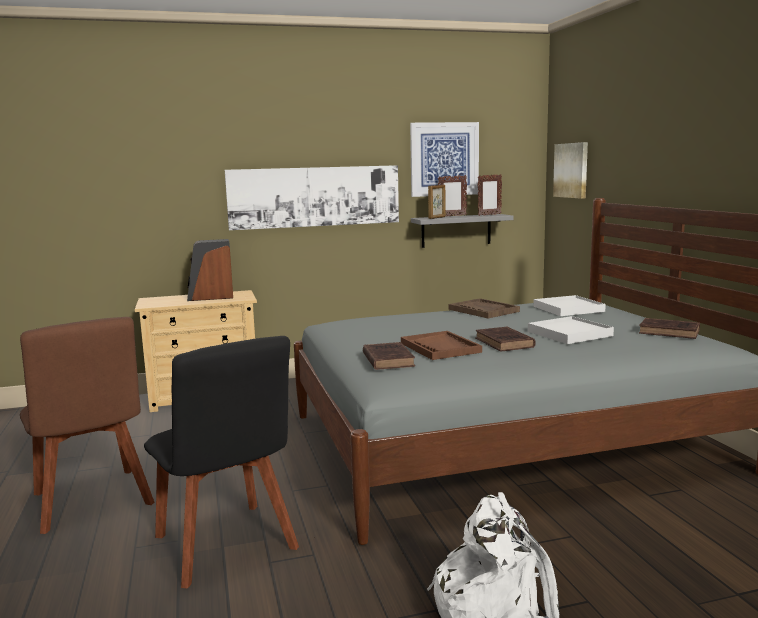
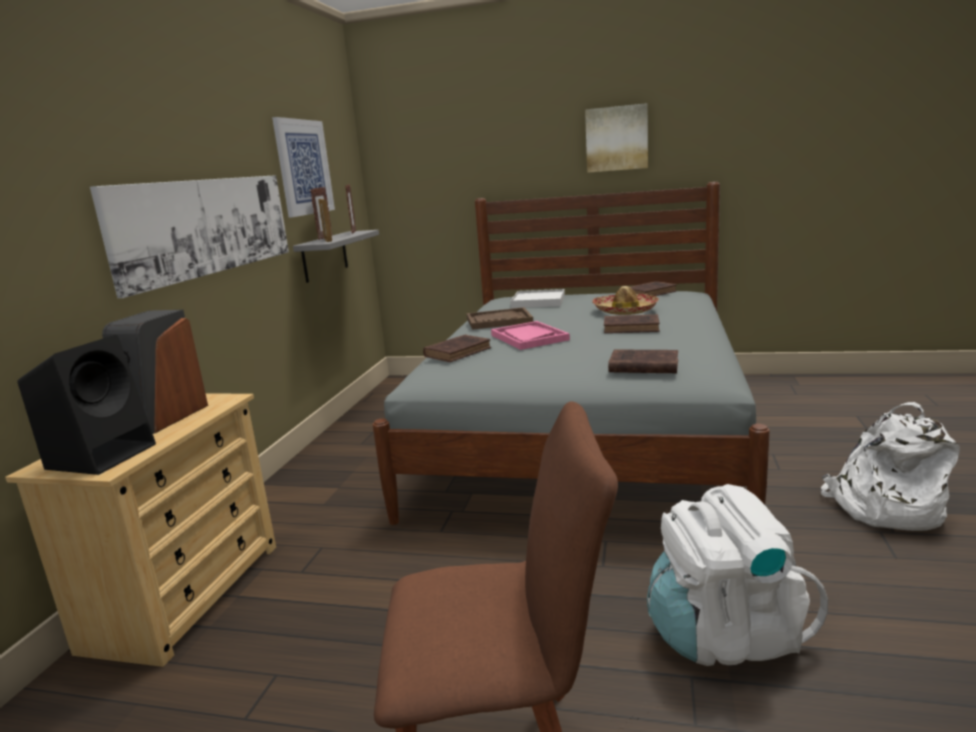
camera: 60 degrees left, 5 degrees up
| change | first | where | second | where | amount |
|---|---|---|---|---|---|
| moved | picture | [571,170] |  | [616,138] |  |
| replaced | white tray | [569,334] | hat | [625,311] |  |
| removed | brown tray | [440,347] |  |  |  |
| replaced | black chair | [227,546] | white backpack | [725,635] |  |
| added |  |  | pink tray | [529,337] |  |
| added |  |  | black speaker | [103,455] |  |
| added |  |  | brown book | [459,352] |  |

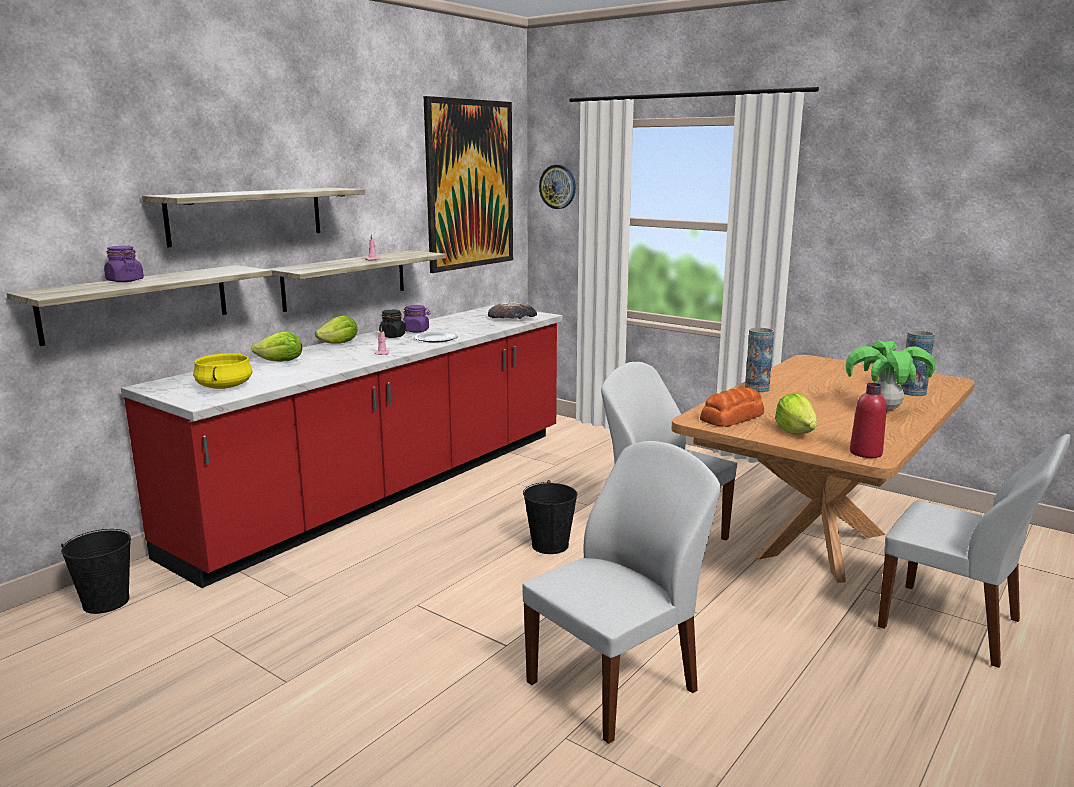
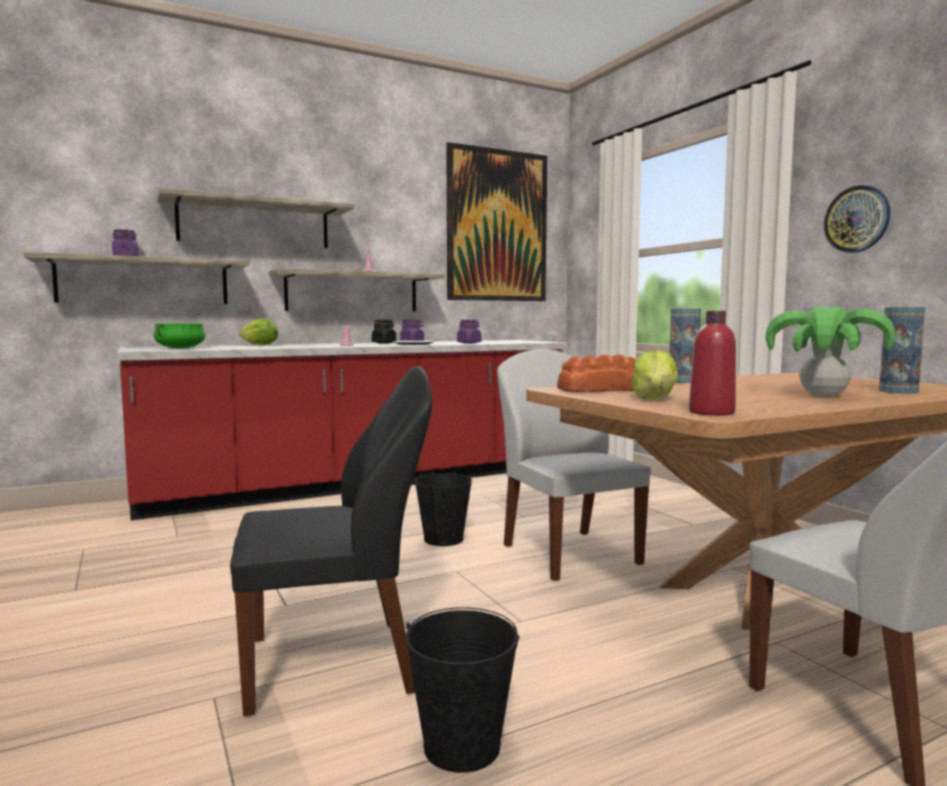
camera: 25 degrees right, 10 degrees down
| change | first | where | second | where | amount |
|---|---|---|---|---|---|
| moved | wall clock | [558,186] |  | [857,219] |  |
| removed | bread | [512,317] |  |  |  |
| removed | lettuce | [339,344] |  |  |  |
| recoloured | yellow cooking pot | [225,387] | green cooking pot | [180,348] |  |
| recoloured | white chair | [615,685] | black chair | [336,664] |  |
| moved | black bucket | [106,602] |  | [462,747] |  |
| added |  |  | purple jar | [469,343] |  |

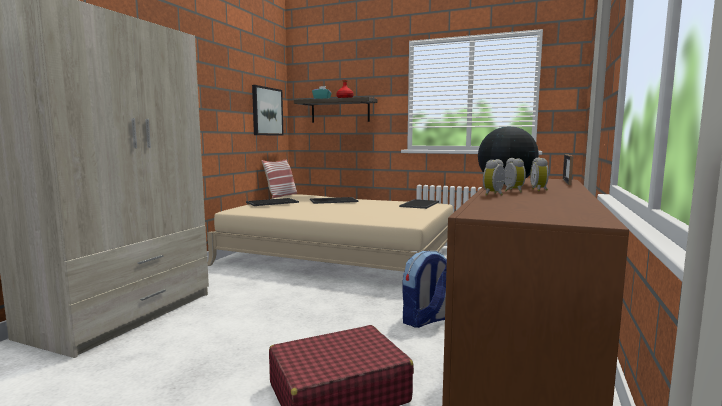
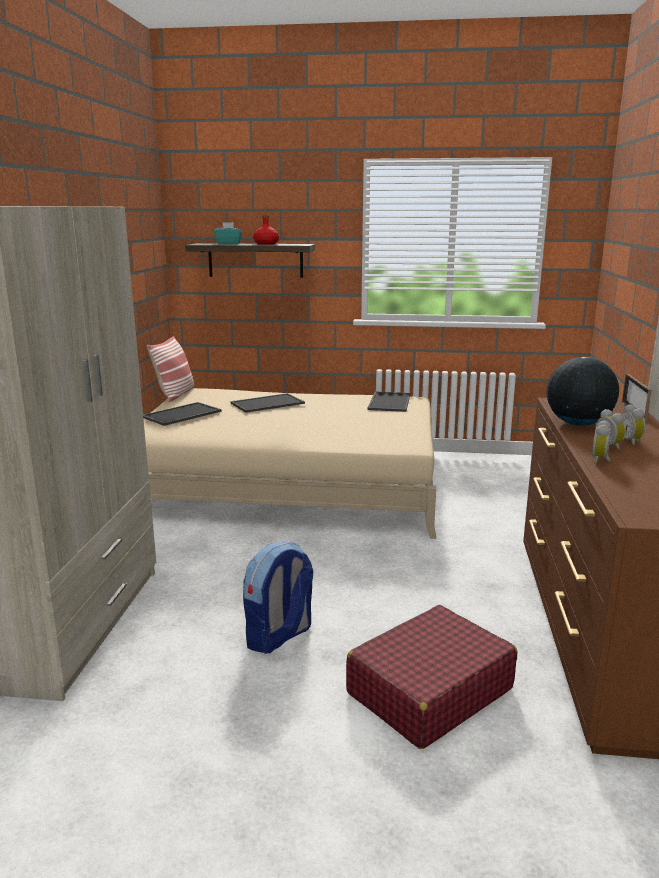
camera: 15 degrees left, 10 degrees up
| change | first | where | second | where | amount |
|---|---|---|---|---|---|
| removed | picture | [267,111] |  |  |  |
| moved | backpack | [426,320] |  | [279,637] |  |

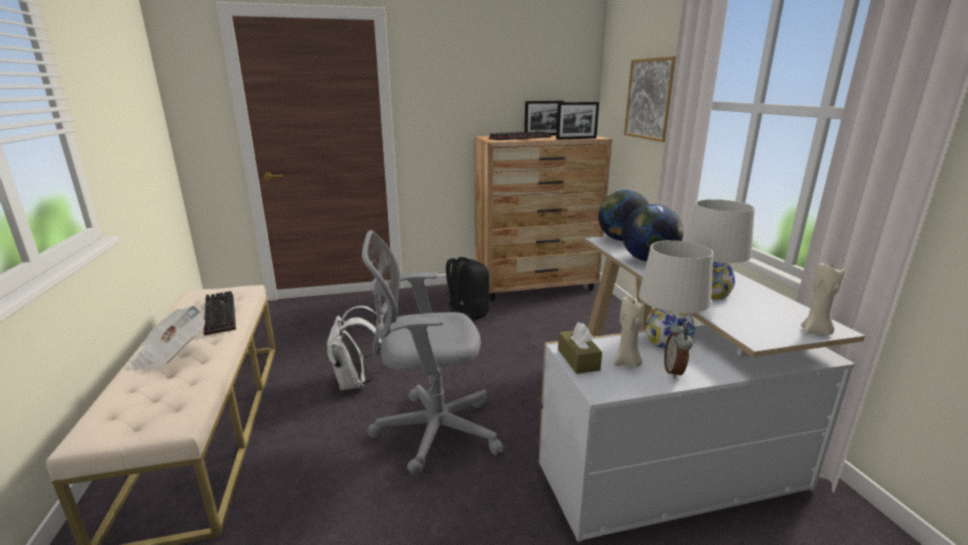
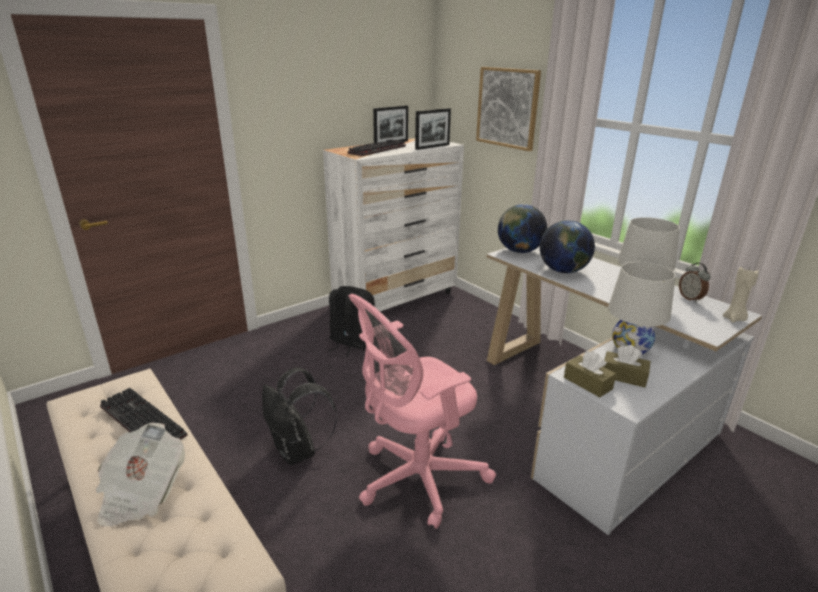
camera: 25 degrees left, 5 degrees up
| change | first | where | second | where | amount |
|---|---|---|---|---|---|
| recoloured | brown dresser | [536,286] | white dresser | [396,299] |  |
| recoloured | grey office chair | [431,431] | pink office chair | [416,479] |  |
| replaced | beige candle | [627,363] | brown tissue box | [623,376] |  |
| recoloured | white backpack | [355,382] | black backpack | [298,451] |  |
| moved | alarm clock | [674,372] |  | [690,298] |  |

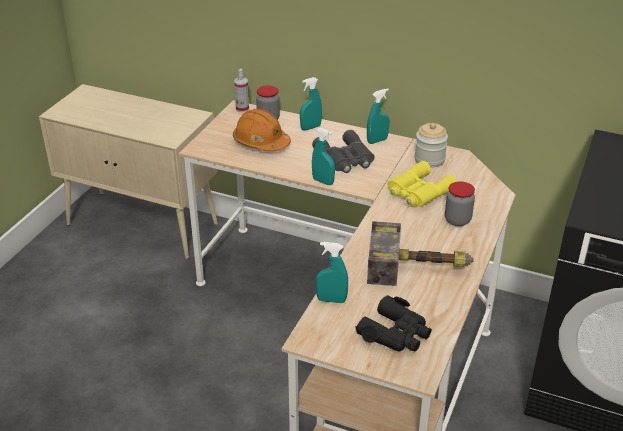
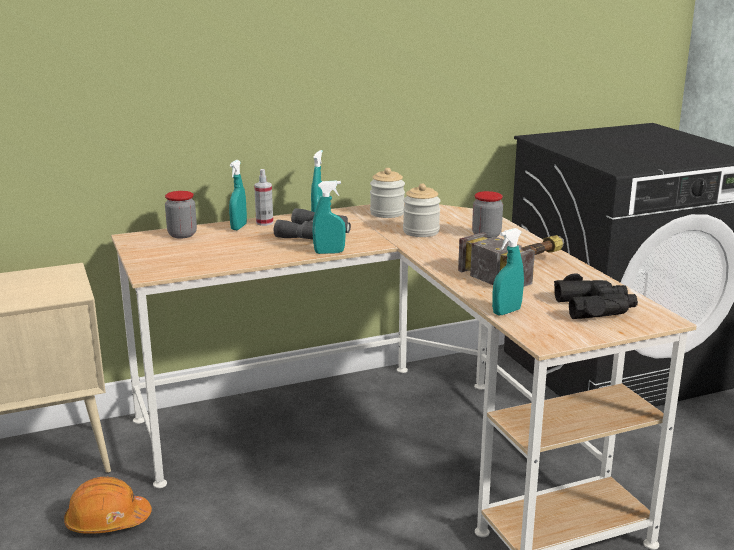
camera: 45 degrees left, 15 degrees down
| change | first | where | second | where | amount |
|---|---|---|---|---|---|
| moved | spray bottle | [242,109] |  | [264,223] |  |
| moved | orange hard hat | [261,142] |  | [107,521] |  |
| replaced | yellow binoculars | [417,192] | jar | [421,232] |  |

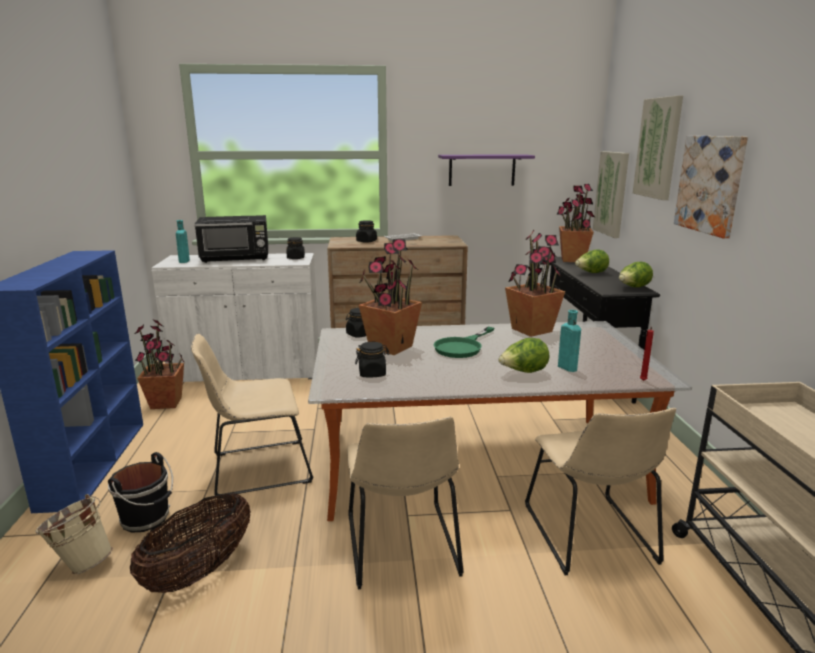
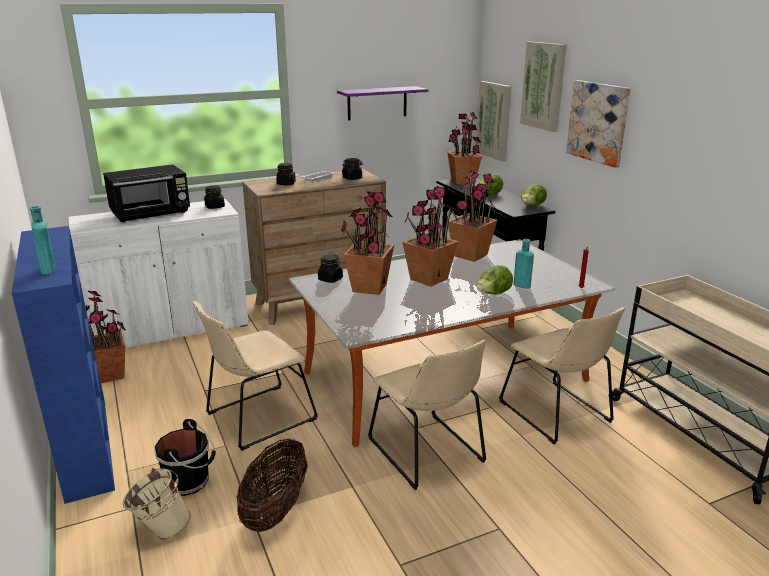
camera: 20 degrees left, 5 degrees up
| change | first | where | second | where | amount |
|---|---|---|---|---|---|
| moved | turquoise bottle | [184,261] |  | [48,270] |  |
| replaced | green frying pan | [462,347] | potted plant | [428,279] |  |
| moved | black jar | [372,373] |  | [352,178] |  |

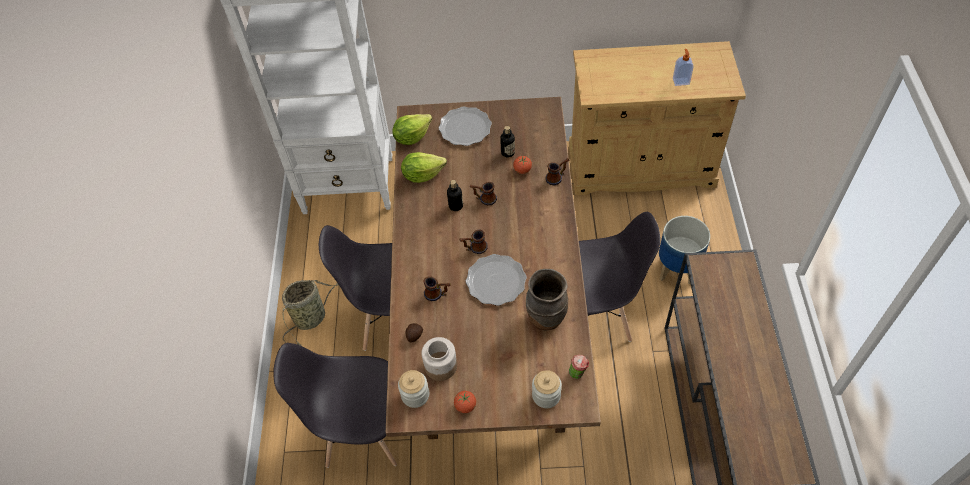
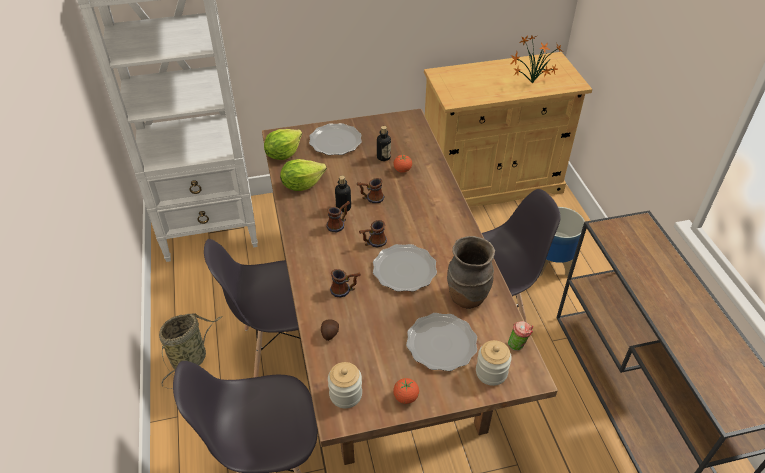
camera: 15 degrees left, 10 degrees down
| change | first | where | second | where | amount |
|---|---|---|---|---|---|
| replaced | soap dispenser | [680,81] | potted plant | [530,83] |  |
| moved | mug | [557,177] |  | [339,224] |  |
| removed | jar | [440,366] |  |  |  |
| added |  |  | plate | [441,343] |  |

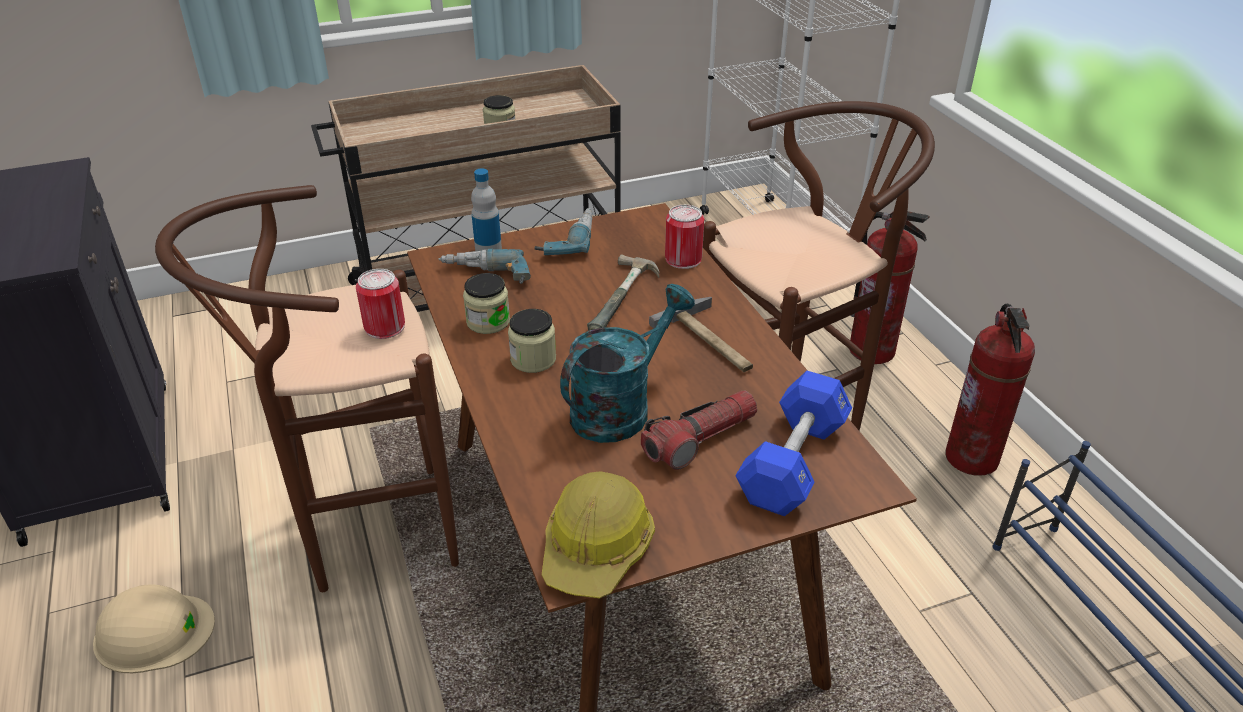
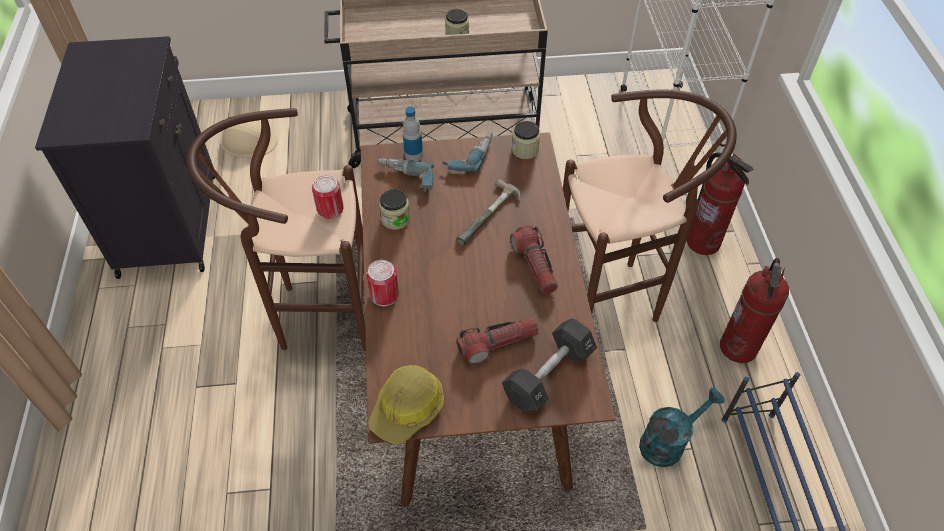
camera: 15 degrees right, 15 degrees up
| change | first | where | second | where | amount |
|---|---|---|---|---|---|
| moved | can | [683,259] |  | [384,295] |  |
| moved | turquoise watering can | [620,407] |  | [668,441] |  |
| replaced | hammer | [711,341] | flashlight | [534,265] |  |
| moved | jar | [533,359] |  | [525,150] |  |
| recoloured | blue dumbbell | [792,462] | black dumbbell | [548,374] |  |
| moved | beige hard hat | [153,632] |  | [248,141] |  |

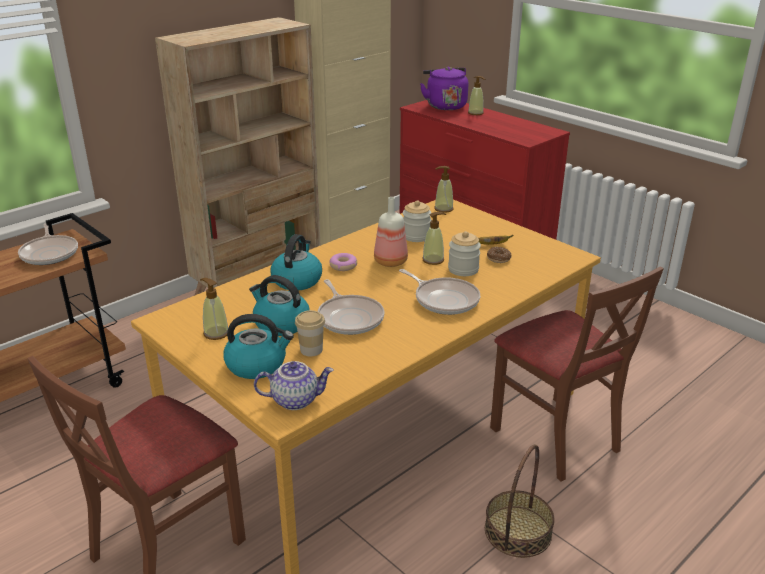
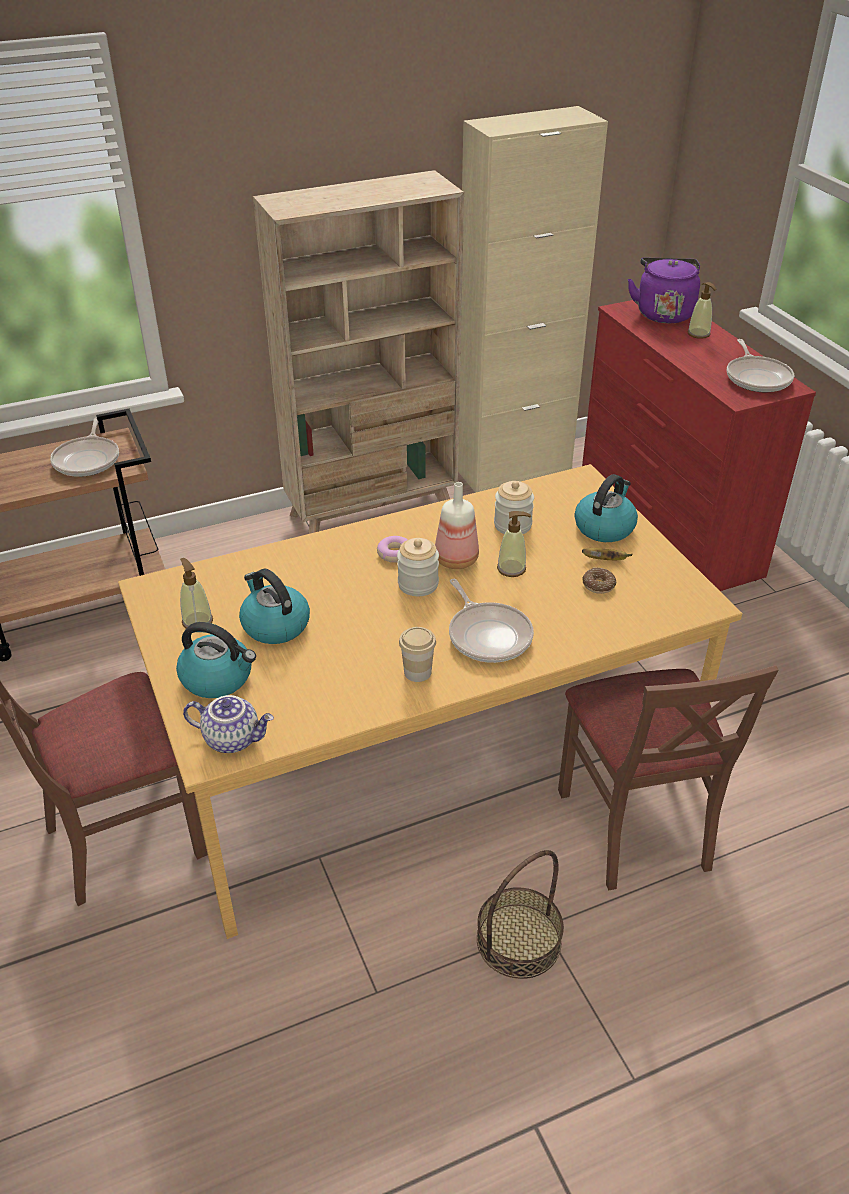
camera: 20 degrees right, 10 degrees up
| change | first | where | second | where | amount |
|---|---|---|---|---|---|
| removed | soap dispenser | [443,209] |  |  |  |
| moved | jar | [463,269] |  | [418,584] |  |
| moved | kettle | [297,280] |  | [604,527] |  |
| moved | frying pan | [349,318] |  | [757,378] |  |
| moved | cup | [311,350] |  | [417,672] |  |

